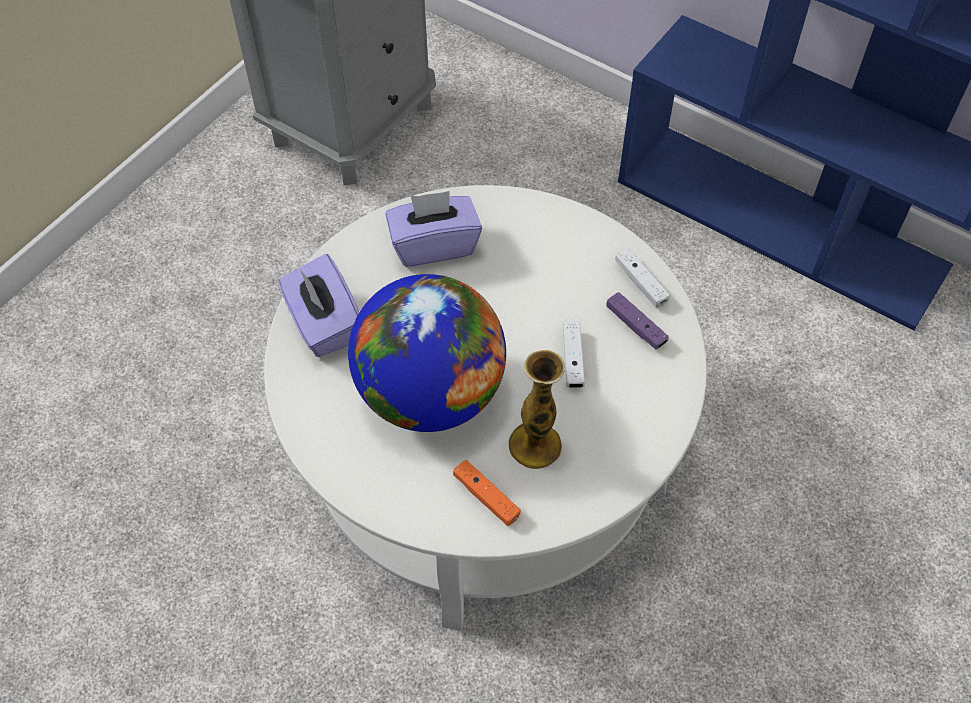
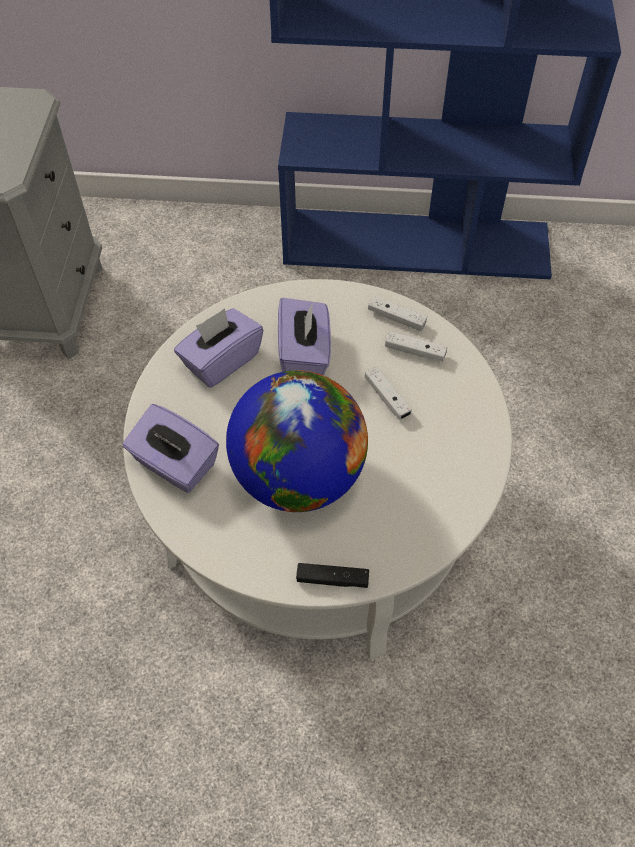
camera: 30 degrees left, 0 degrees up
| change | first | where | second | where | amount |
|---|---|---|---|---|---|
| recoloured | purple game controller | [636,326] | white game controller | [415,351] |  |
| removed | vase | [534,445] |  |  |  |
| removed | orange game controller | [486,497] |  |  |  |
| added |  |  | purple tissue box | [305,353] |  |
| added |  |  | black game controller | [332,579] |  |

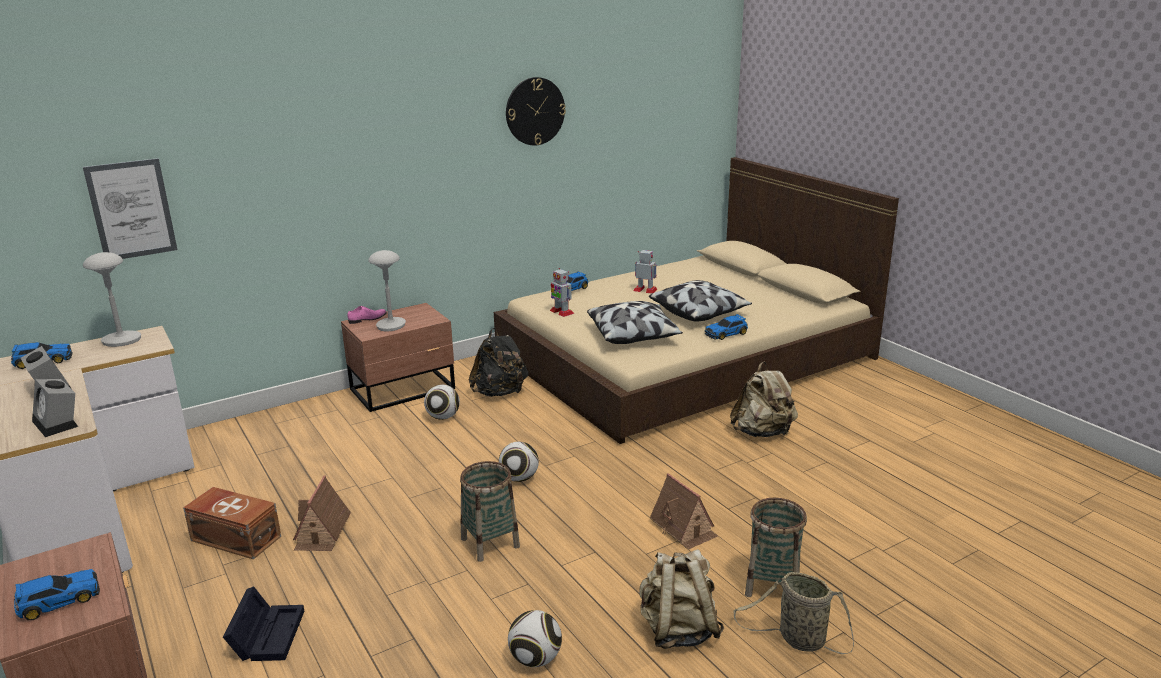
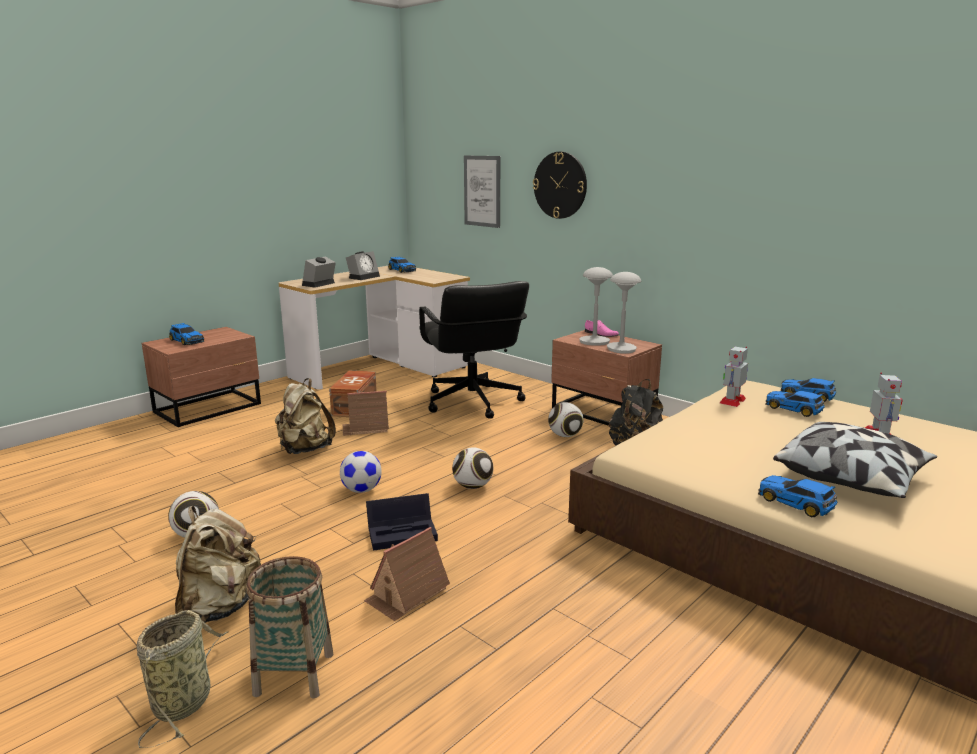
camera: 75 degrees right, 5 degrees down
| change | first | where | second | where | amount |
|---|---|---|---|---|---|
| moved | wall clock | [535,111] |  | [560,185] |  |
| moved | grey table lamp | [122,340] |  | [621,349] |  |
| removed | pillow | [633,335] |  |  |  |
| moved | beige backpack | [762,432] |  | [304,449] |  |
| replaced | basket | [490,542] | football | [361,490] |  |
| moved | black storage box | [267,633] |  | [403,532] |  |
| added |  |  | black office chair | [472,402] |  |
| added |  |  | toy car | [794,409] |  |

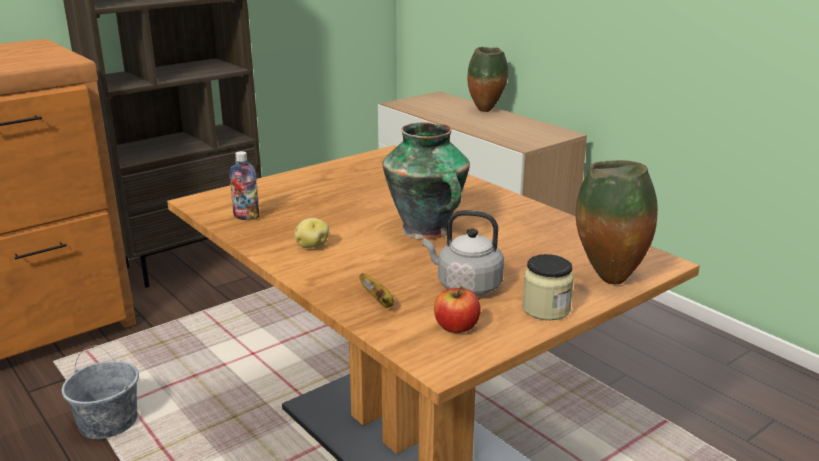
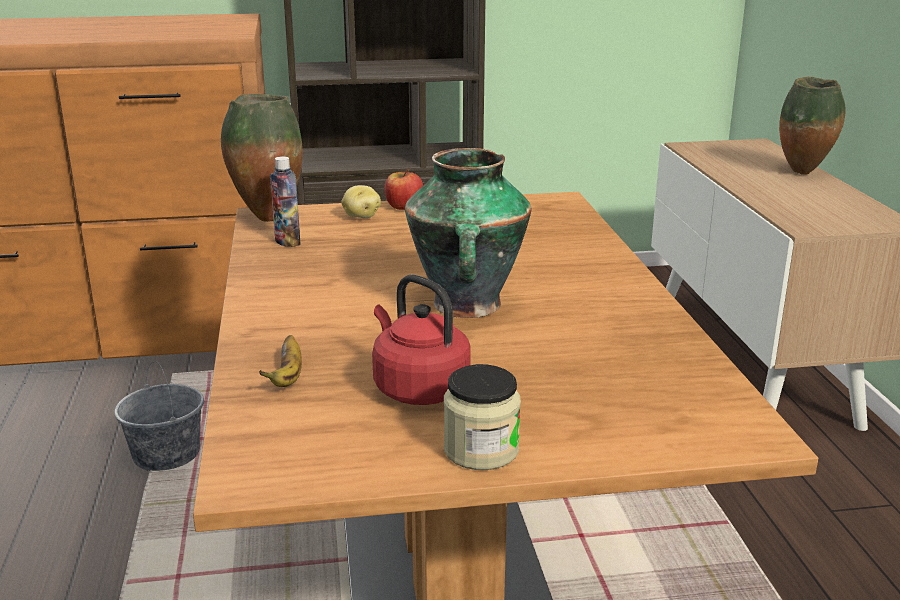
camera: 30 degrees right, 0 degrees up
| change | first | where | second | where | amount |
|---|---|---|---|---|---|
| moved | vase | [607,280] |  | [266,218] |  |
| recoloured | grey kettle | [465,286] | red kettle | [418,388] |  |
| moved | potato | [311,246] |  | [361,216] |  |
| moved | apple | [456,327] |  | [404,207] |  |

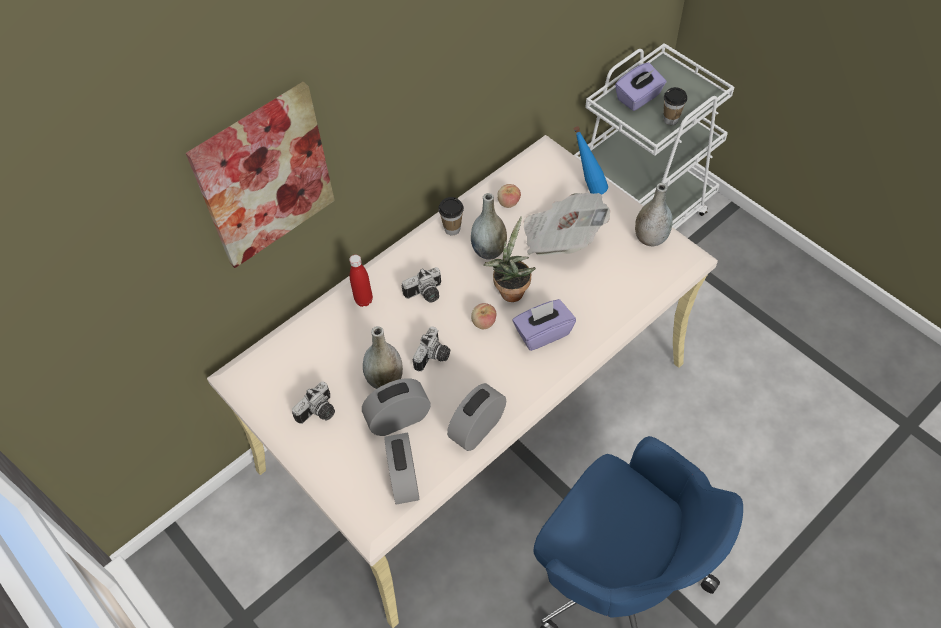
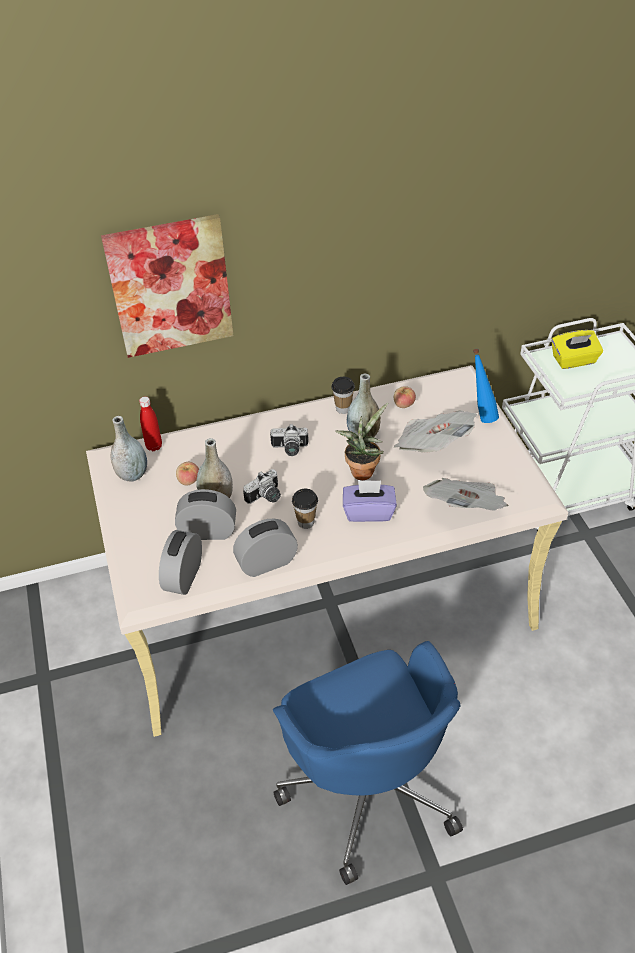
camera: 25 degrees right, 10 degrees down
| change | first | where | second | where | amount |
|---|---|---|---|---|---|
| recoloured | purple tissue box | [638,98] | yellow tissue box | [574,360] |  |
| moved | cup | [670,120] |  | [306,522] |  |
| moved | grey vase | [650,238] |  | [132,475] |  |
| moved | red bottle | [364,300] |  | [154,446] |  |
| moved | apple | [483,322] |  | [188,481] |  |
| removed | photo camera | [319,413] |  |  |  |
| added |  |  | newspaper | [465,509] |  |

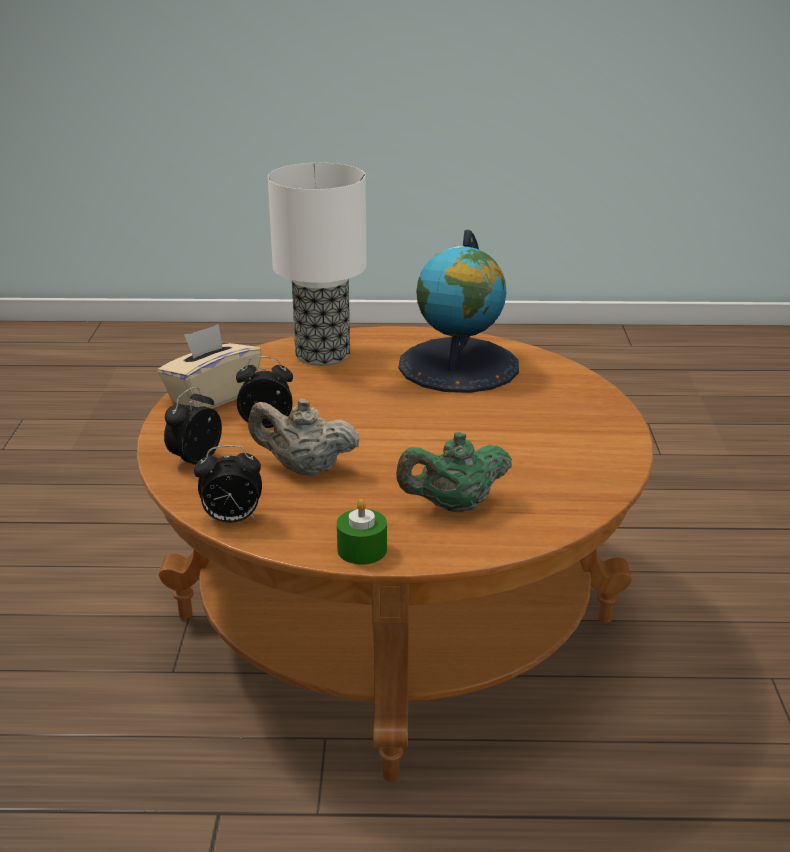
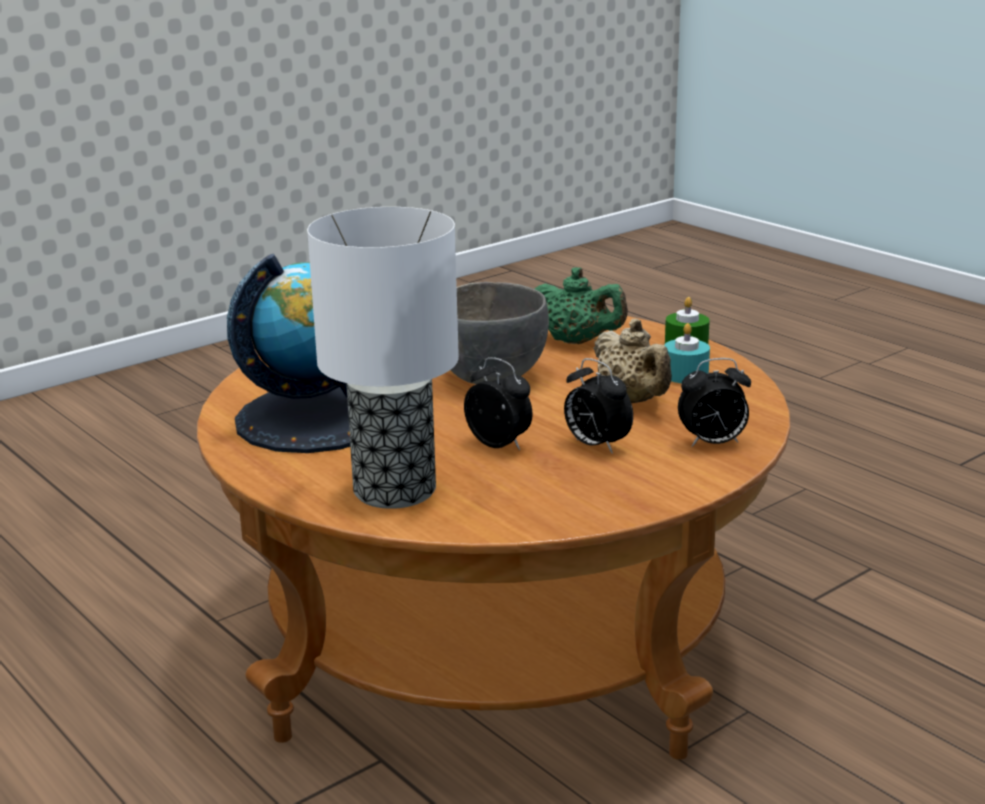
camera: 130 degrees left, 5 degrees down
| change | first | where | second | where | amount |
|---|---|---|---|---|---|
| removed | beige tissue box | [212,396] |  |  |  |
| moved | alarm clock | [231,520] |  | [500,444] |  |
| added |  |  | grey bowl | [492,376] |  |
| added |  |  | turquoise candle | [685,375] |  |

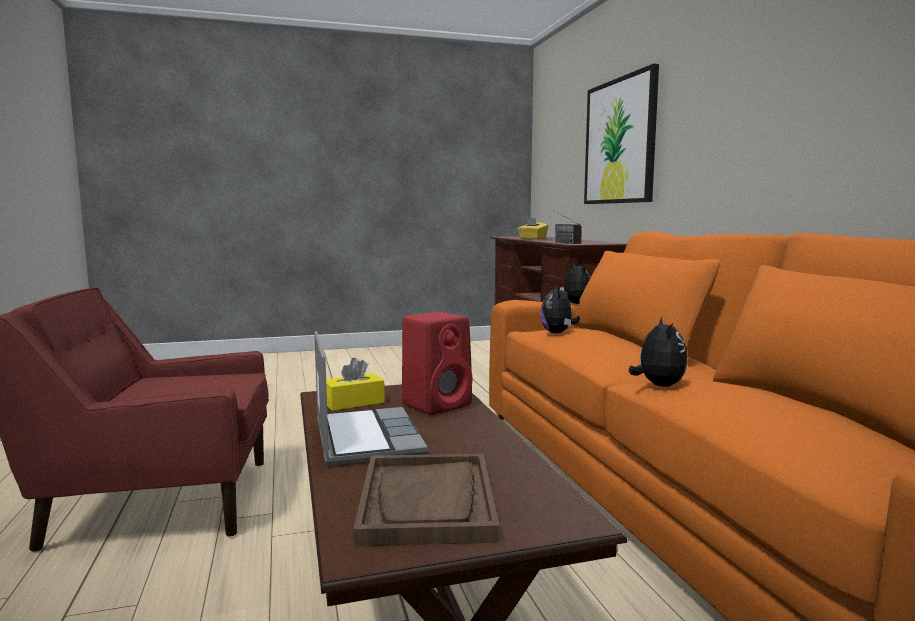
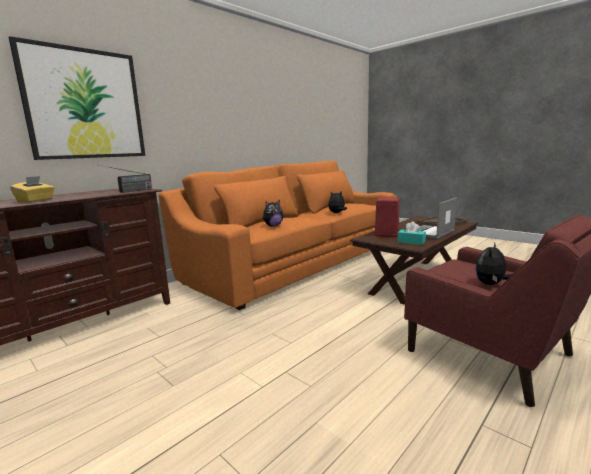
camera: 120 degrees left, 5 degrees up
| change | first | where | second | where | amount |
|---|---|---|---|---|---|
| moved | plush toy | [575,304] |  | [491,284] |  |
| recoloured | yellow tissue box | [354,402] | turquoise tissue box | [411,242] |  |

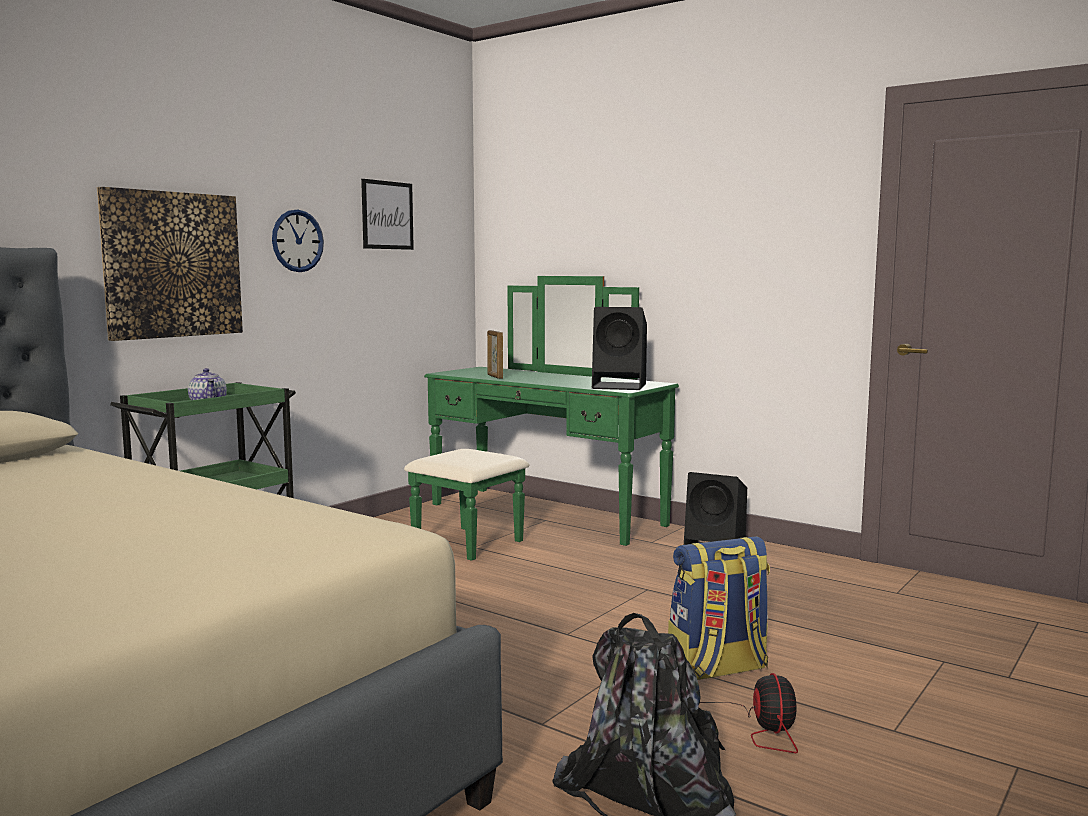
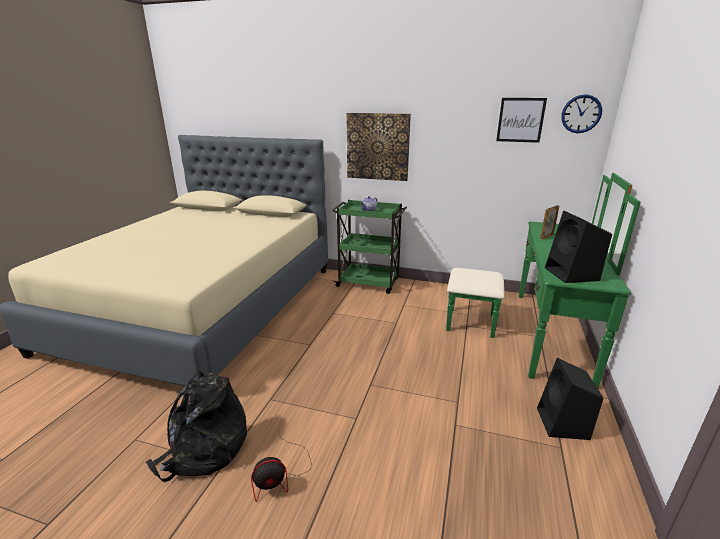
camera: 70 degrees right, 15 degrees up
| change | first | where | second | where | amount |
|---|---|---|---|---|---|
| moved | wall clock | [297,241] |  | [581,114] |  |
| removed | backpack | [717,669] |  |  |  |

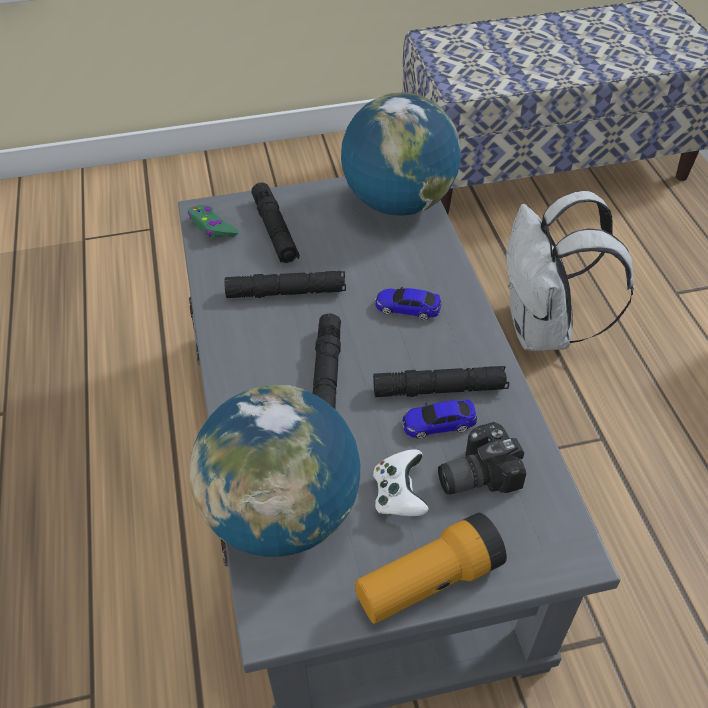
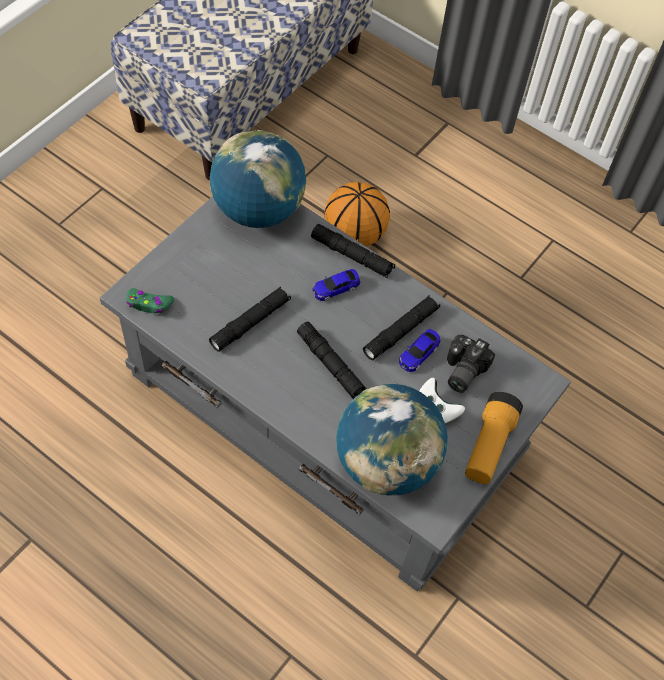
camera: 45 degrees left, 10 degrees up
| change | first | where | second | where | amount |
|---|---|---|---|---|---|
| moved | black flashlight | [275,230] |  | [352,255] |  |
| replaced | white backpack | [543,330] | basketball | [355,234] |  |

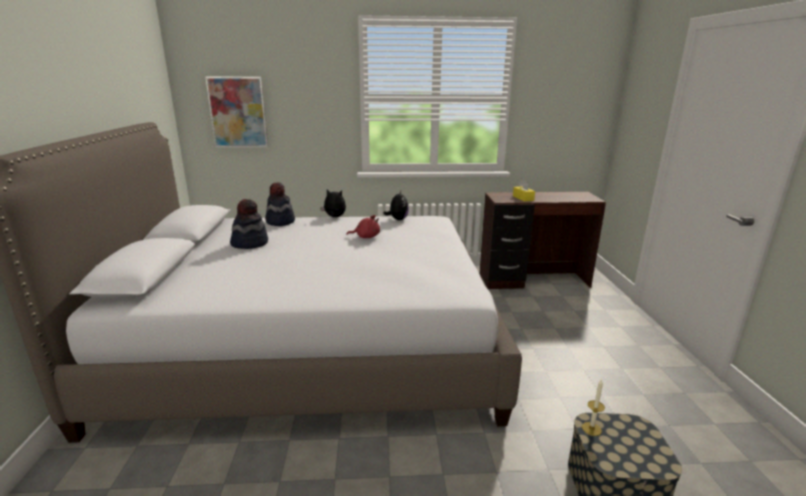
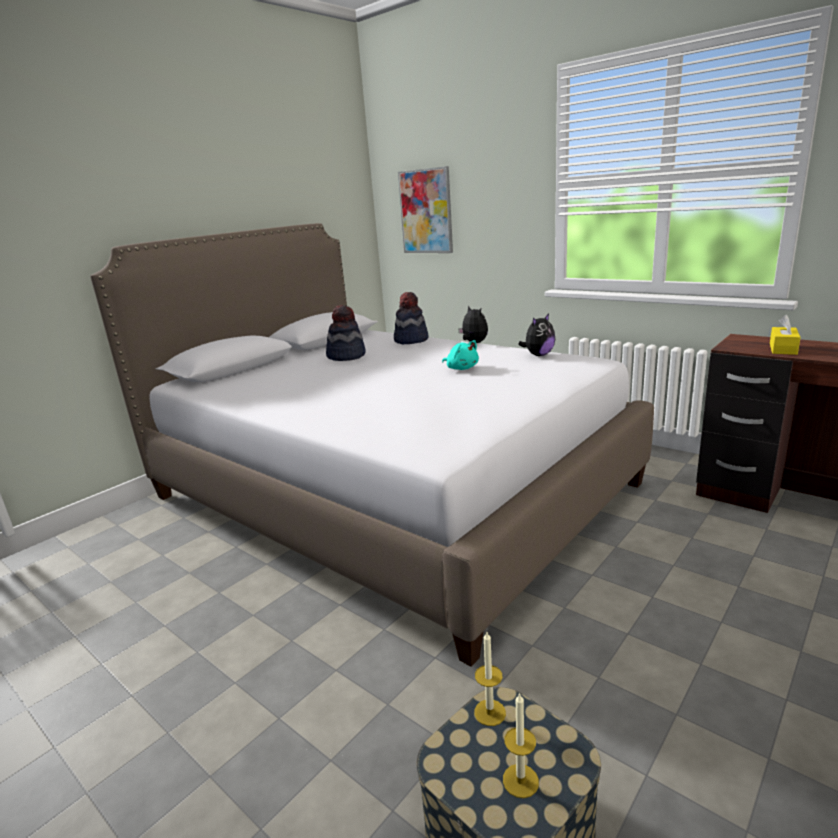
camera: 45 degrees right, 0 degrees up
| change | first | where | second | where | amount |
|---|---|---|---|---|---|
| recoloured | red plush toy | [366,237] | turquoise plush toy | [461,368] |  |
| added |  |  | candle | [520,780] |  |

